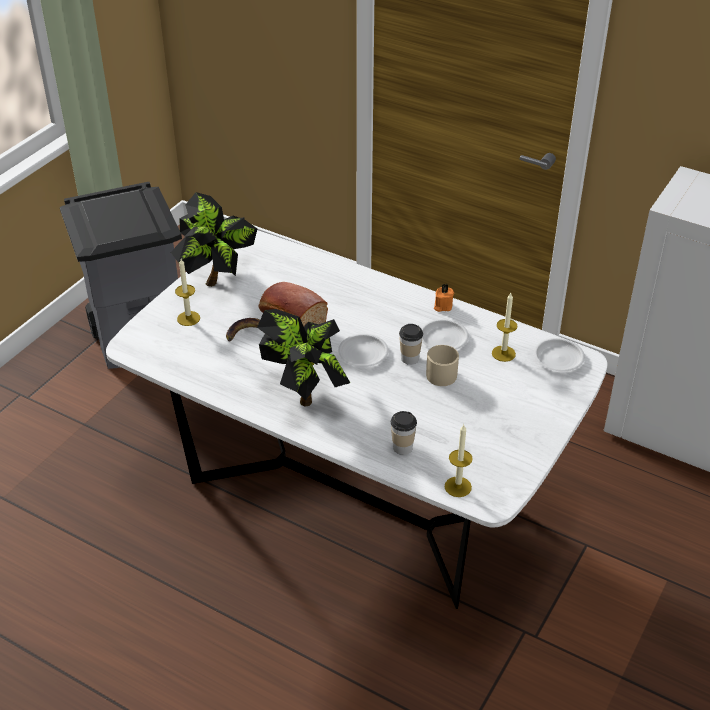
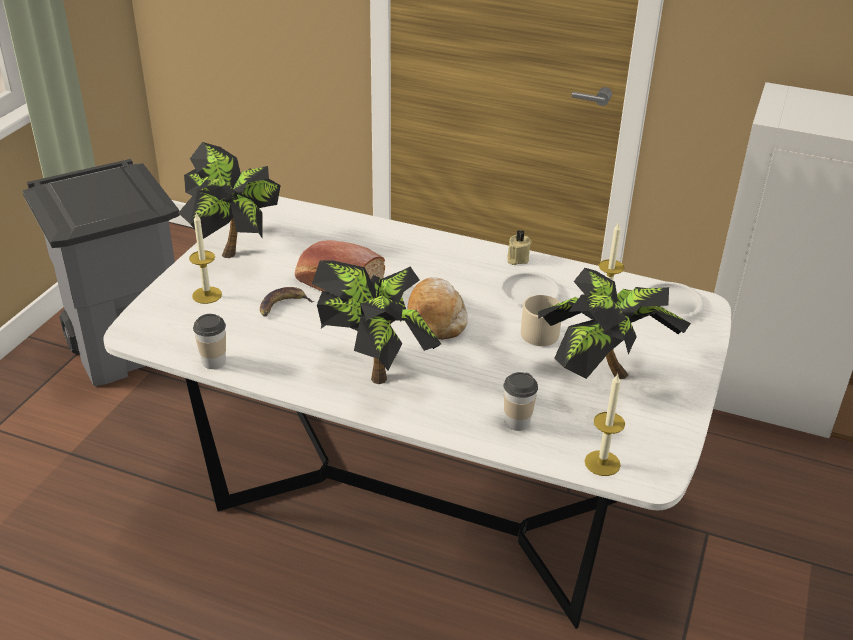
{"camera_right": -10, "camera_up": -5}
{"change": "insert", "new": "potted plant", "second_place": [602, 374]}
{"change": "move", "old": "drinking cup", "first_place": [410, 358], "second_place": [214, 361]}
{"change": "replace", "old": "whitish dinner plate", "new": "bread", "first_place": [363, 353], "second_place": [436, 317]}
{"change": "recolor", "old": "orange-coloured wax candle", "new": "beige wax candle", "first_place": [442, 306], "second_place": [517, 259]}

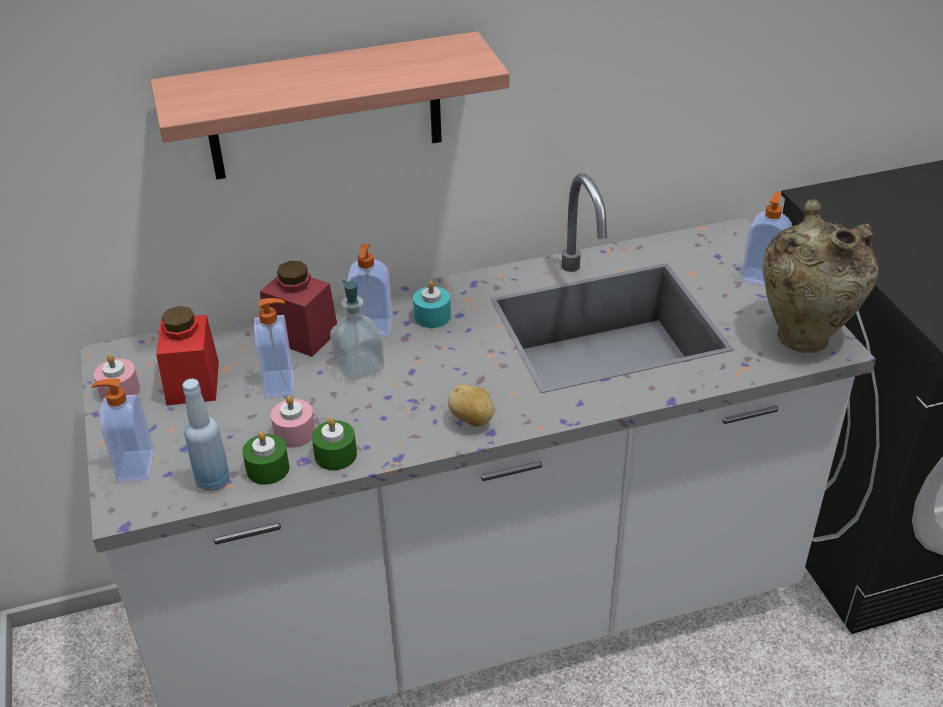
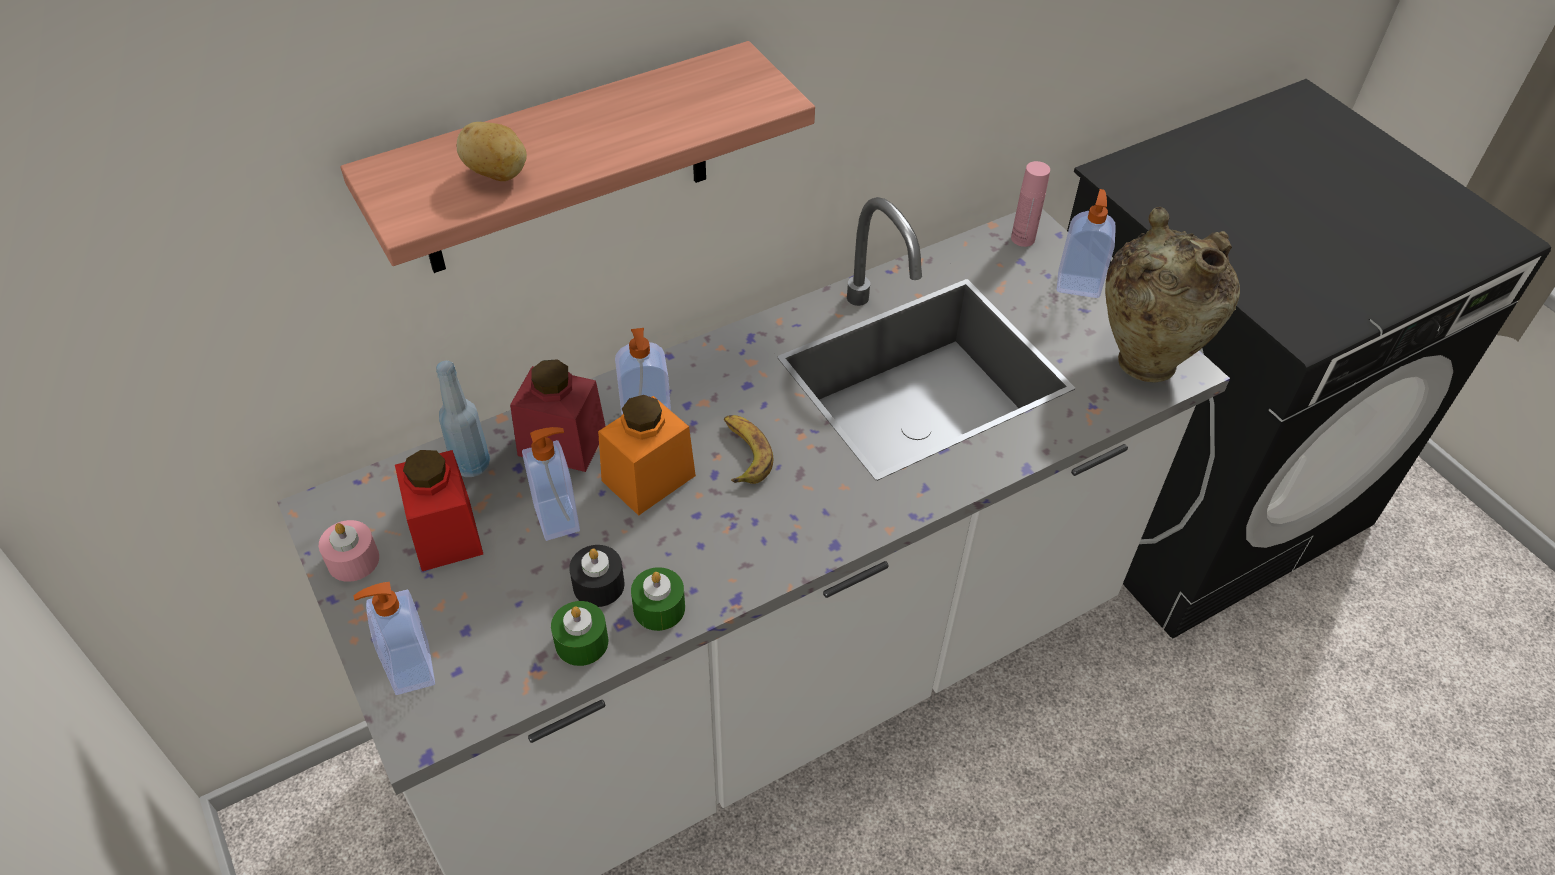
{"camera_right": -15, "camera_up": 10}
{"change": "delete", "old": "blue-green wax candle", "first_place": [432, 316]}
{"change": "insert", "new": "banana", "second_place": [743, 453]}
{"change": "insert", "new": "pinkish beverage bottle", "second_place": [1023, 238]}
{"change": "move", "old": "blue beverage bottle", "first_place": [213, 481], "second_place": [472, 465]}
{"change": "move", "old": "potato", "first_place": [472, 420], "second_place": [497, 174]}
{"change": "replace", "old": "soap bottle", "new": "orange-coloured jar", "first_place": [359, 367], "second_place": [648, 478]}
{"change": "recolor", "old": "pinkish wax candle", "new": "black wax candle", "first_place": [294, 433], "second_place": [598, 585]}

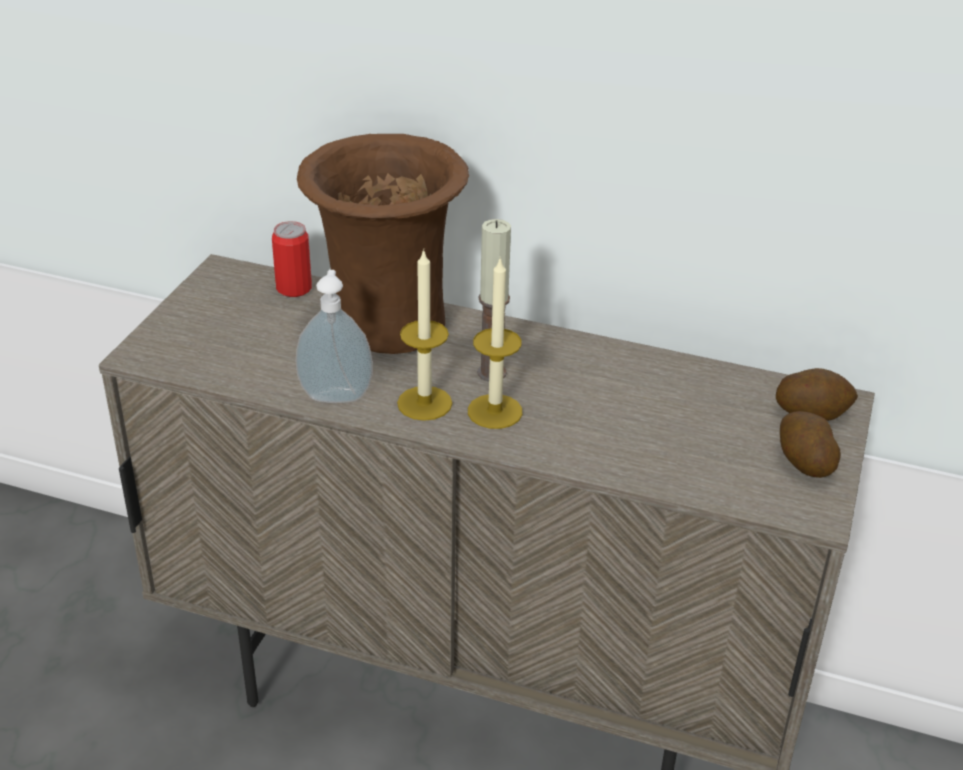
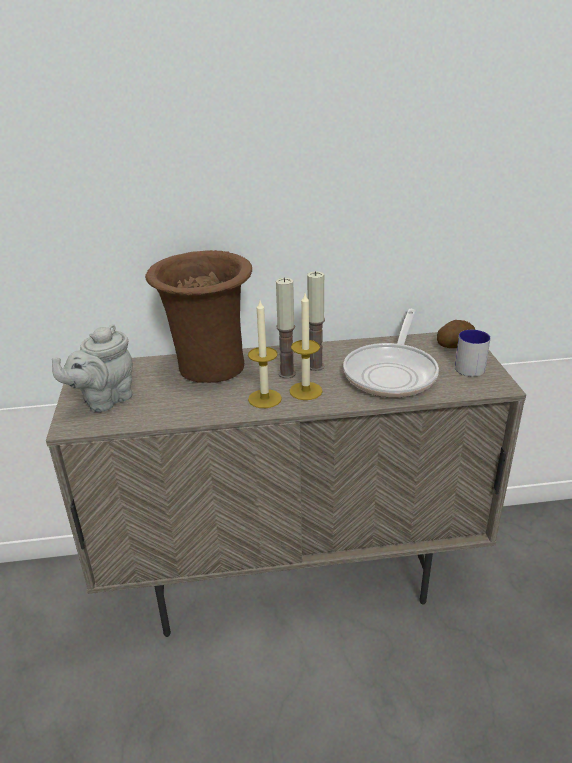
{"camera_right": -25, "camera_up": -5}
{"change": "delete", "old": "can", "first_place": [294, 288]}
{"change": "delete", "old": "soap bottle", "first_place": [336, 395]}
{"change": "insert", "new": "gray teapot", "second_place": [104, 400]}
{"change": "insert", "new": "wax candle", "second_place": [315, 366]}
{"change": "insert", "new": "frying pan", "second_place": [392, 372]}
{"change": "replace", "old": "potato", "new": "mug", "first_place": [804, 461], "second_place": [472, 366]}

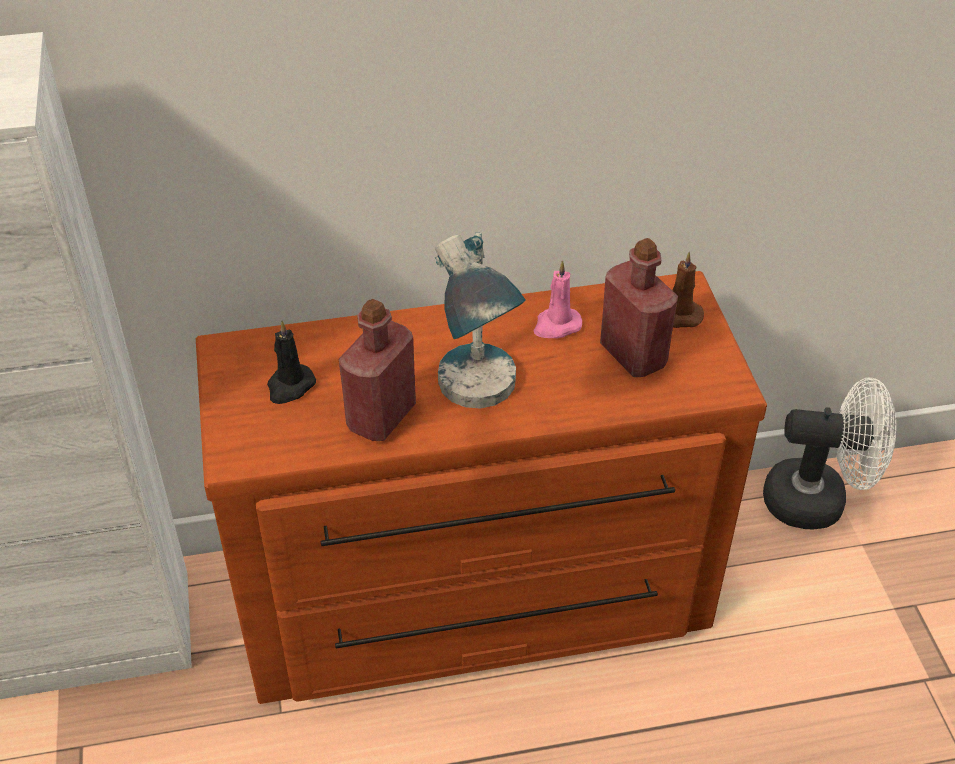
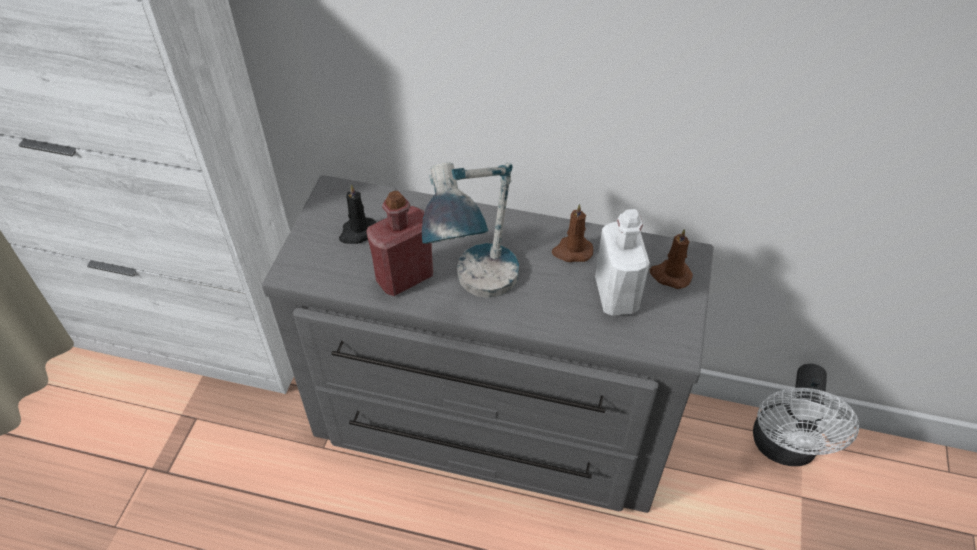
{"camera_right": 25, "camera_up": 5}
{"change": "recolor", "old": "brown chest of drawers", "new": "gray chest of drawers", "first_place": [477, 603], "second_place": [489, 425]}
{"change": "recolor", "old": "pinkish wax candle", "new": "brown wax candle", "first_place": [556, 325], "second_place": [572, 251]}
{"change": "recolor", "old": "red beverage bottle", "new": "whitish beverage bottle", "first_place": [633, 355], "second_place": [616, 295]}
{"change": "rotate", "old": "whitish cooling fan", "first_place": [818, 500], "second_place": [784, 448], "degrees": 75}

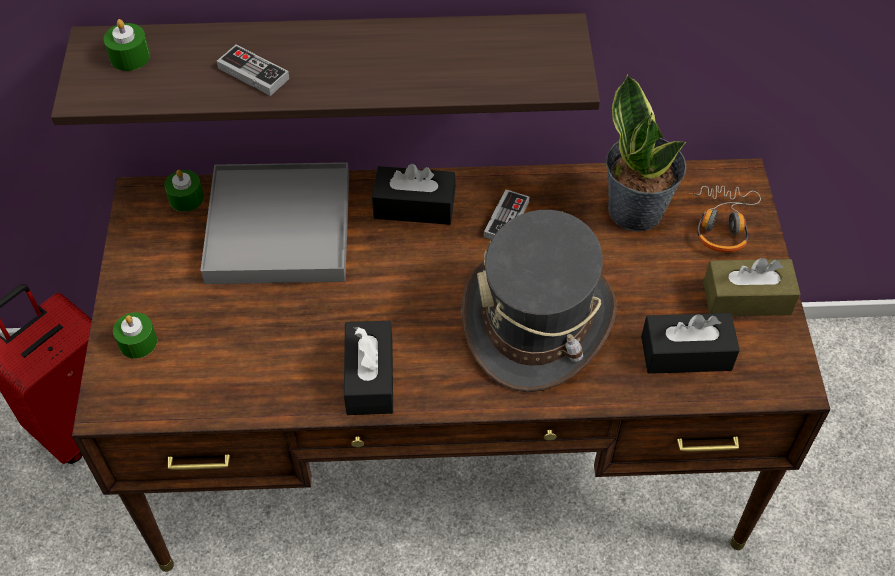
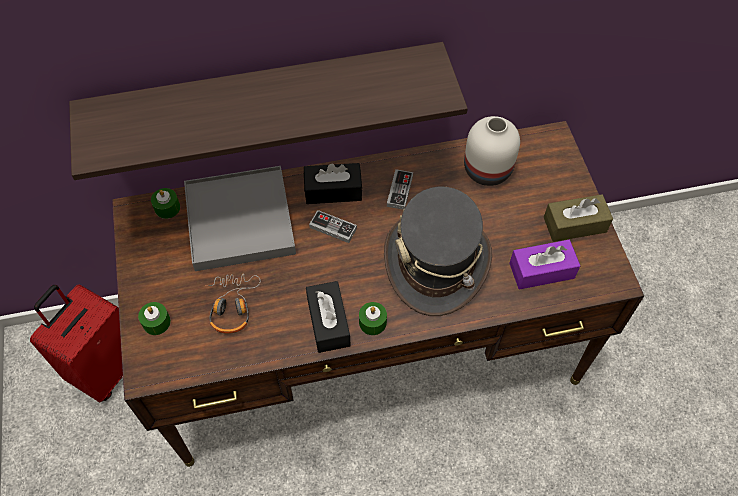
{"camera_right": -10, "camera_up": 5}
{"change": "move", "old": "greenish wax candle", "first_place": [130, 57], "second_place": [372, 322]}
{"change": "move", "old": "joypad", "first_place": [253, 73], "second_place": [333, 228]}
{"change": "move", "old": "headset", "first_place": [721, 224], "second_place": [232, 306]}
{"change": "replace", "old": "potted plant", "new": "whitish vase", "first_place": [636, 209], "second_place": [488, 171]}
{"change": "recolor", "old": "black tissue box", "new": "purple-coloured tissue box", "first_place": [686, 353], "second_place": [541, 270]}

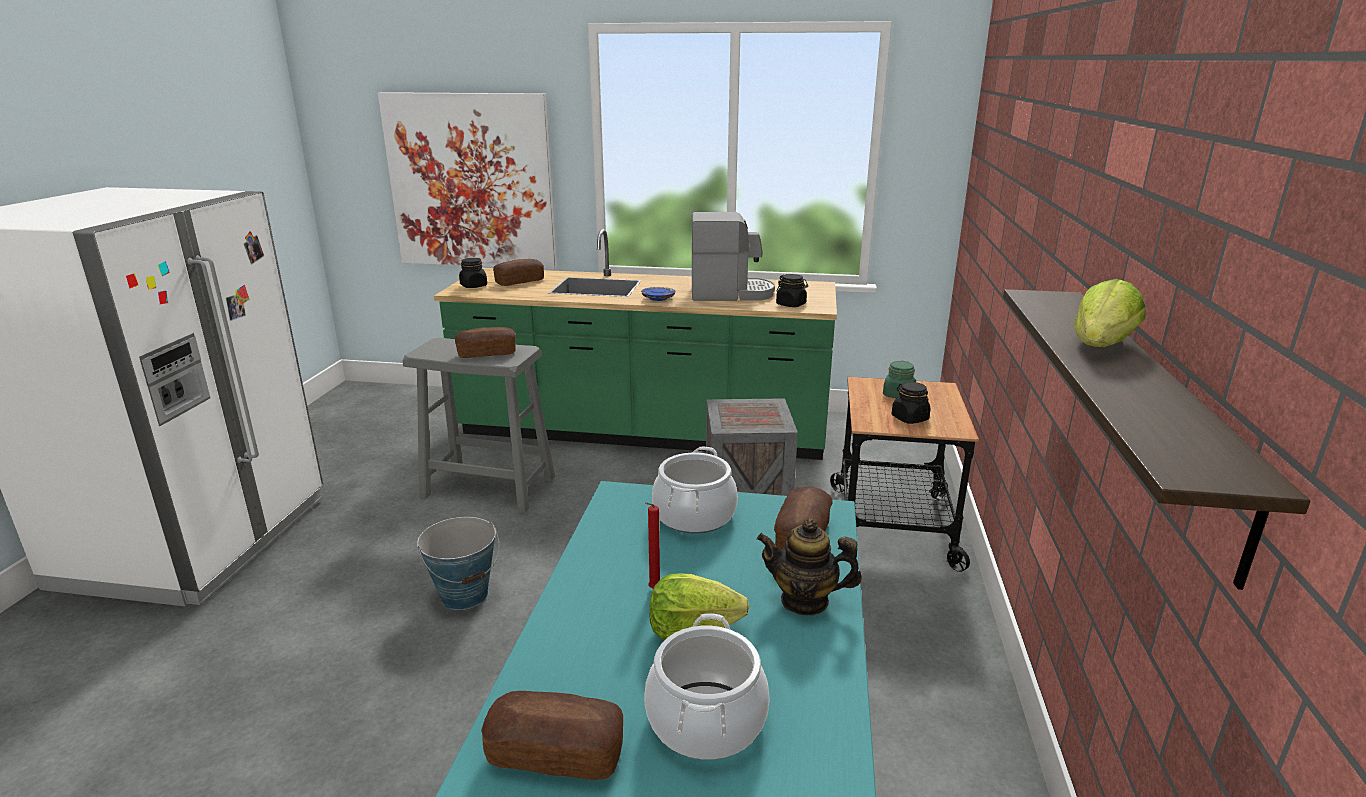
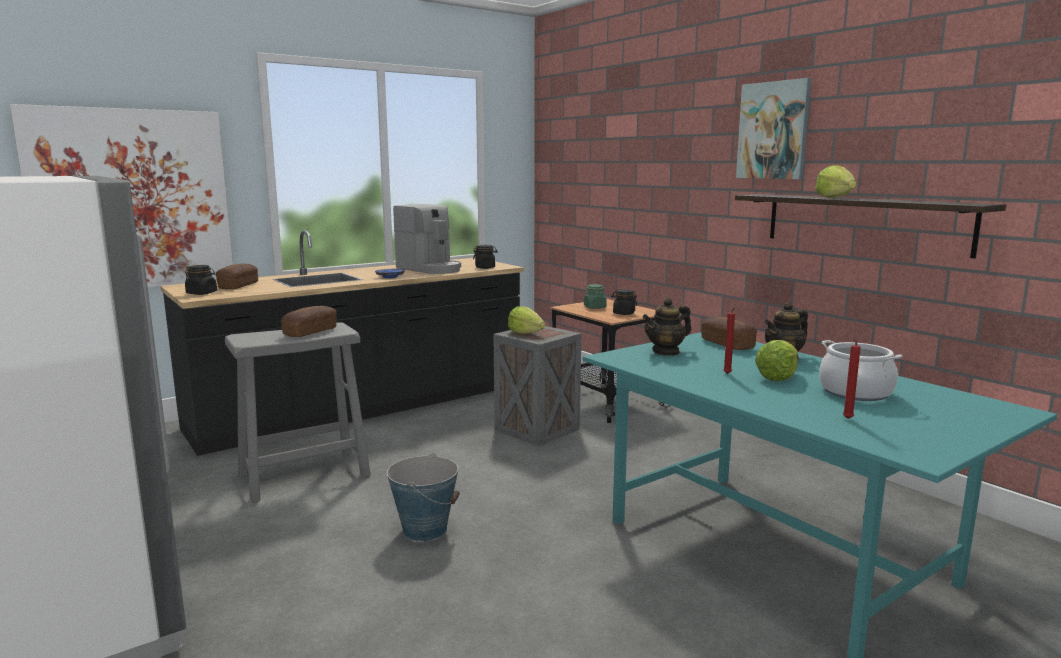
{"camera_right": -45, "camera_up": -10}
{"change": "insert", "new": "head of lettuce", "second_place": [525, 333]}
{"change": "insert", "new": "wall picture", "second_place": [773, 130]}
{"change": "replace", "old": "bread", "new": "red wax candle", "first_place": [556, 754], "second_place": [846, 419]}
{"change": "replace", "old": "saucepot", "new": "teapot", "first_place": [695, 515], "second_place": [666, 352]}
{"change": "recolor", "old": "greenish kitchen counter", "new": "black kitchen counter", "first_place": [643, 432], "second_place": [364, 408]}
{"change": "rotate", "old": "coffee brewer", "first_place": [730, 293], "second_place": [430, 269], "degrees": 90}

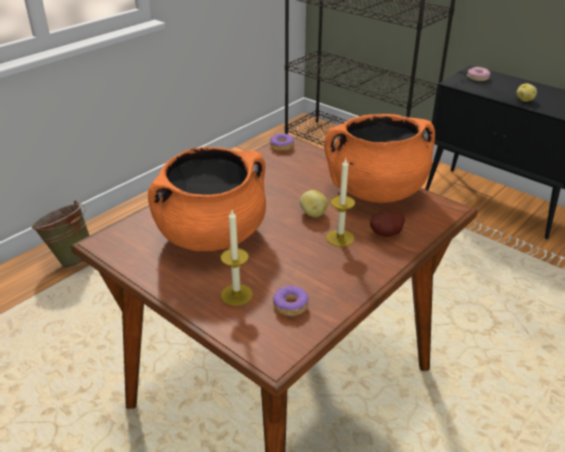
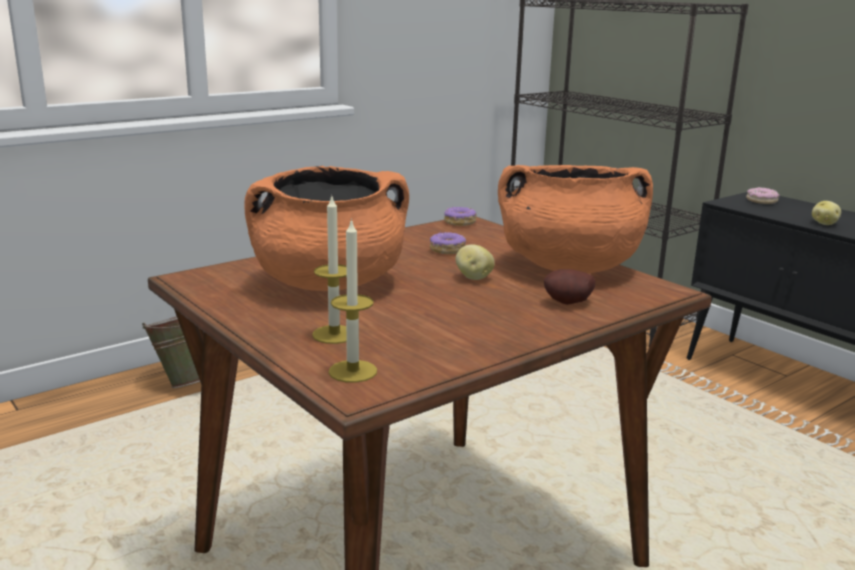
{"camera_right": 10, "camera_up": -15}
{"change": "move", "old": "donut", "first_place": [290, 306], "second_place": [447, 250]}
{"change": "move", "old": "wax candle", "first_place": [340, 238], "second_place": [353, 371]}

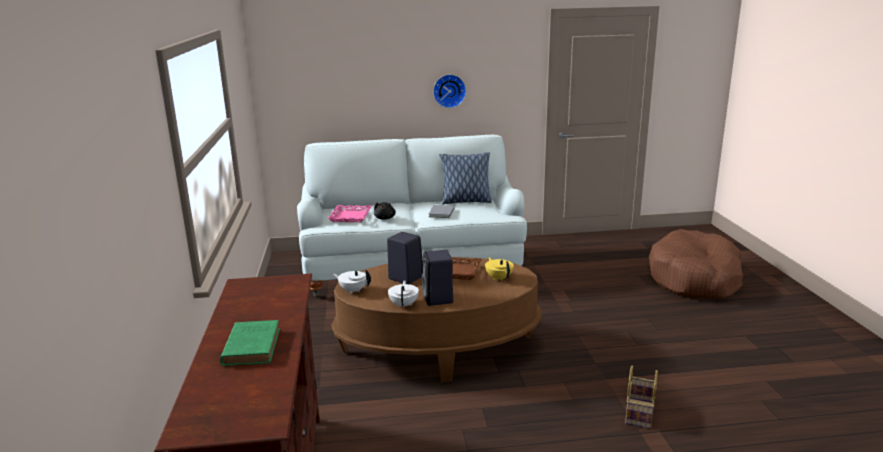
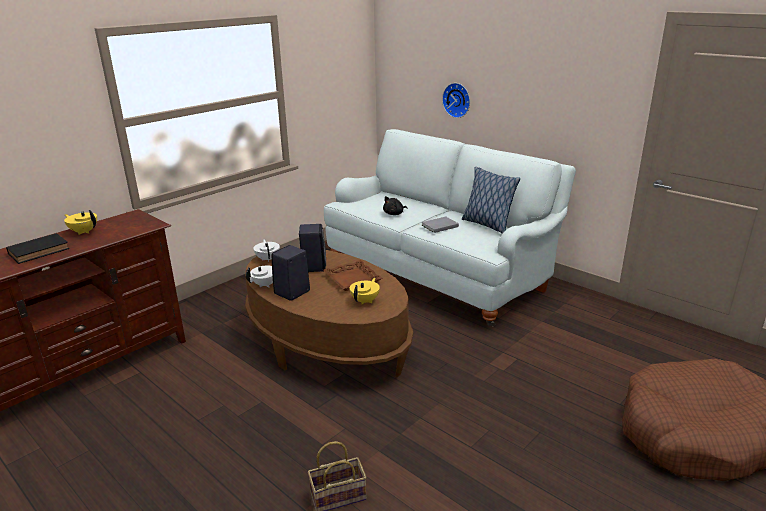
{"camera_right": 50, "camera_up": 5}
{"change": "delete", "old": "pinkish carrying tray", "first_place": [350, 216]}
{"change": "insert", "new": "yellowish teapot", "second_place": [84, 232]}
{"change": "move", "old": "clock on the wall", "first_place": [449, 90], "second_place": [457, 100]}
{"change": "recolor", "old": "greenish volume", "new": "black volume", "first_place": [252, 345], "second_place": [40, 251]}

